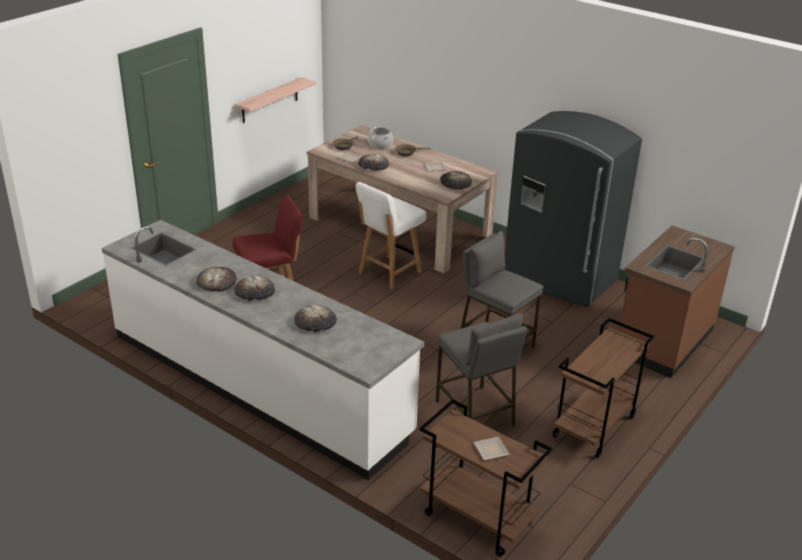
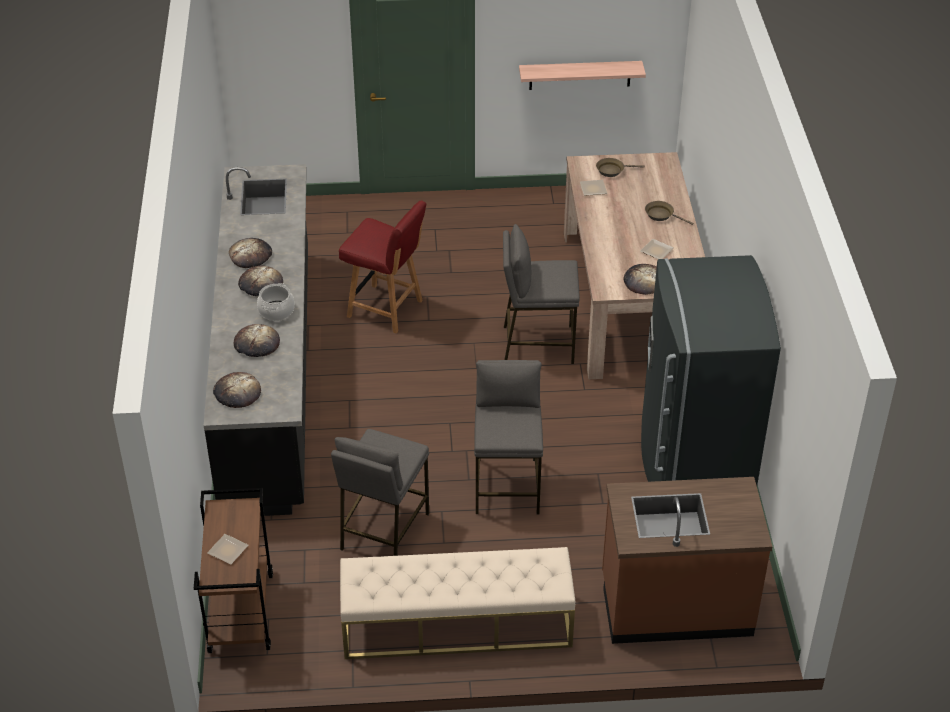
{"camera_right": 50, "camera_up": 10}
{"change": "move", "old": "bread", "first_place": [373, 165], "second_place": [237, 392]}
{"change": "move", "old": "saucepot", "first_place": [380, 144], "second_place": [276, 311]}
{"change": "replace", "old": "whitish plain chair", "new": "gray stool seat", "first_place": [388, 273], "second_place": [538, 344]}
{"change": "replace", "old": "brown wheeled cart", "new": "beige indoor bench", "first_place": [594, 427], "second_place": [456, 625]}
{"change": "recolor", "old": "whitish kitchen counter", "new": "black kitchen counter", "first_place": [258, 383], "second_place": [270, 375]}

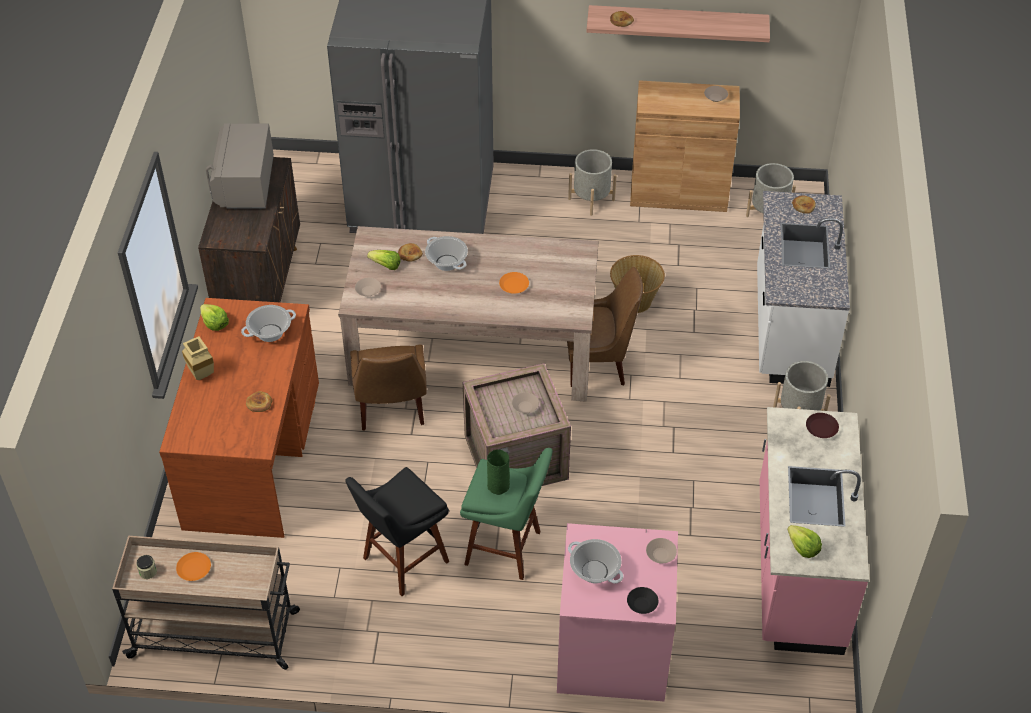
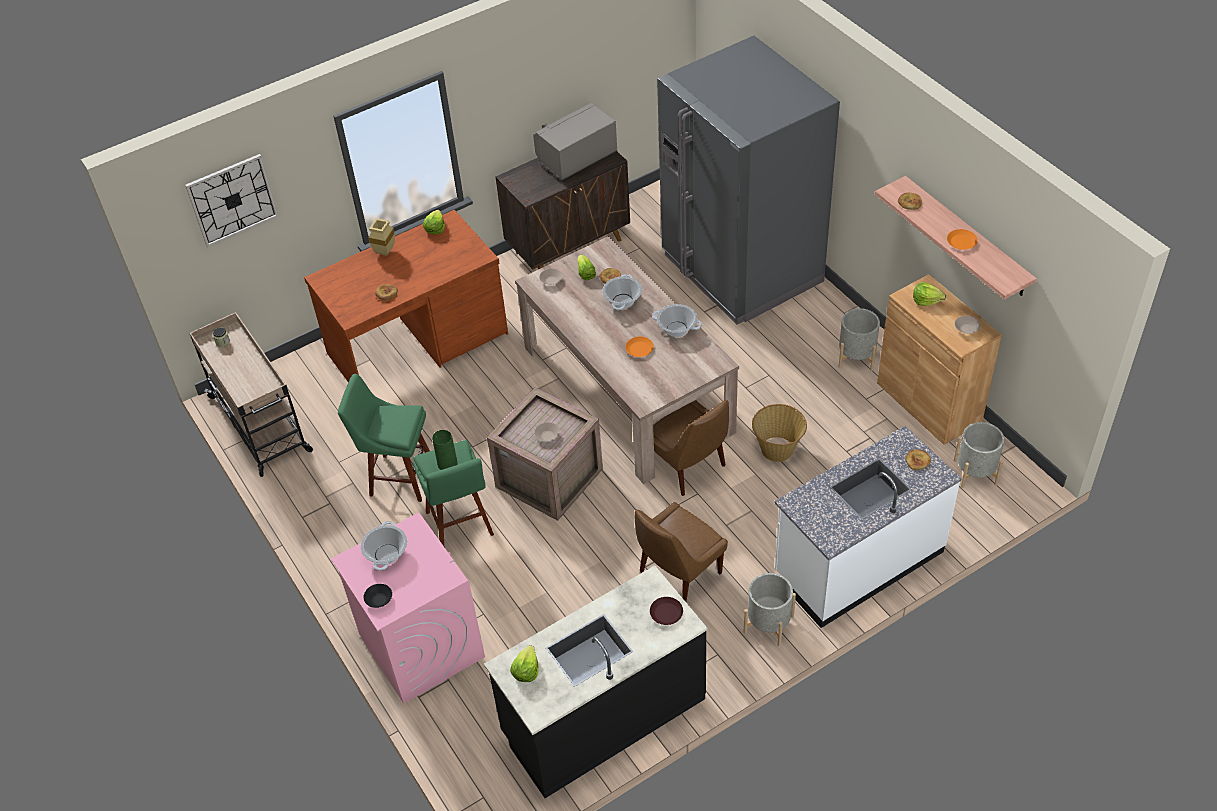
{"camera_right": 55, "camera_up": 0}
{"change": "delete", "old": "beige serving bowl", "first_place": [660, 555]}
{"change": "insert", "new": "clock on the wall", "second_place": [232, 200]}
{"change": "insert", "new": "head of lettuce", "second_place": [926, 300]}
{"change": "move", "old": "orange-coloured dinner plate", "first_place": [194, 569], "second_place": [961, 242]}
{"change": "move", "old": "saucepot", "first_place": [270, 333], "second_place": [677, 329]}
{"change": "move", "old": "brown plain chair", "first_place": [391, 409], "second_place": [678, 574]}
{"change": "recolor", "old": "black stool seat", "new": "greenish stool seat", "first_place": [402, 562], "second_place": [398, 477]}
{"change": "recolor", "old": "pinkish kitchen counter", "new": "black kitchen counter", "first_place": [796, 568], "second_place": [603, 716]}

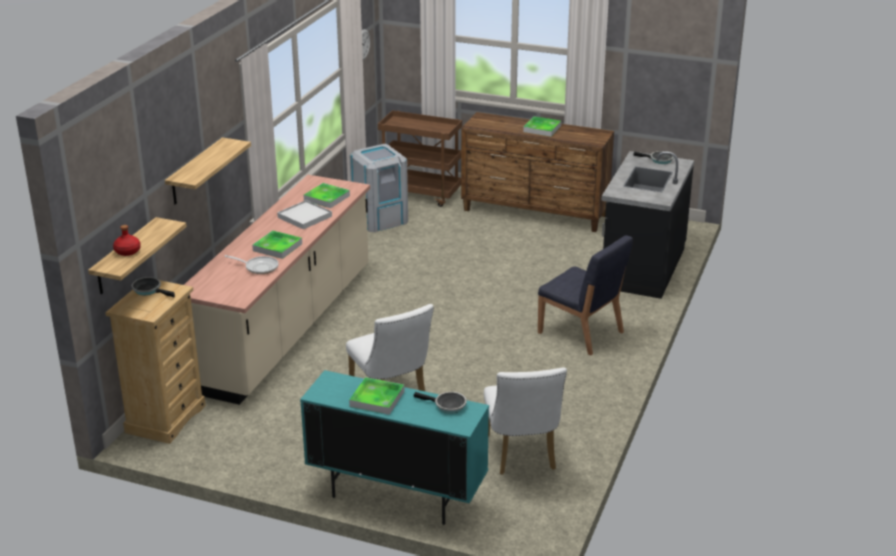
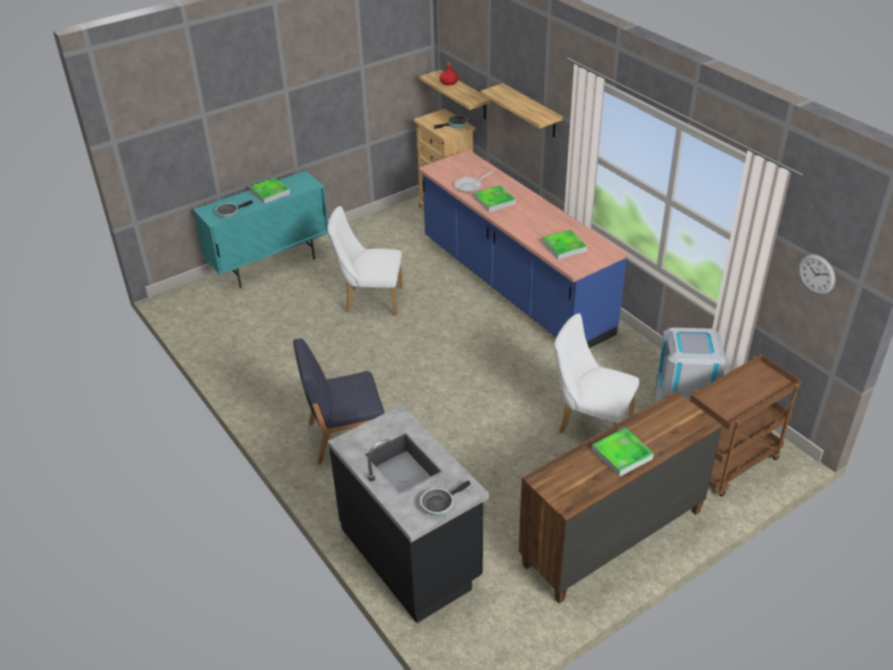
{"camera_right": 125, "camera_up": 10}
{"change": "delete", "old": "whitish carrying tray", "first_place": [304, 217]}
{"change": "move", "old": "whitish plain chair", "first_place": [522, 456], "second_place": [589, 424]}
{"change": "recolor", "old": "beige kitchen counter", "new": "blue kitchen counter", "first_place": [286, 328], "second_place": [513, 286]}

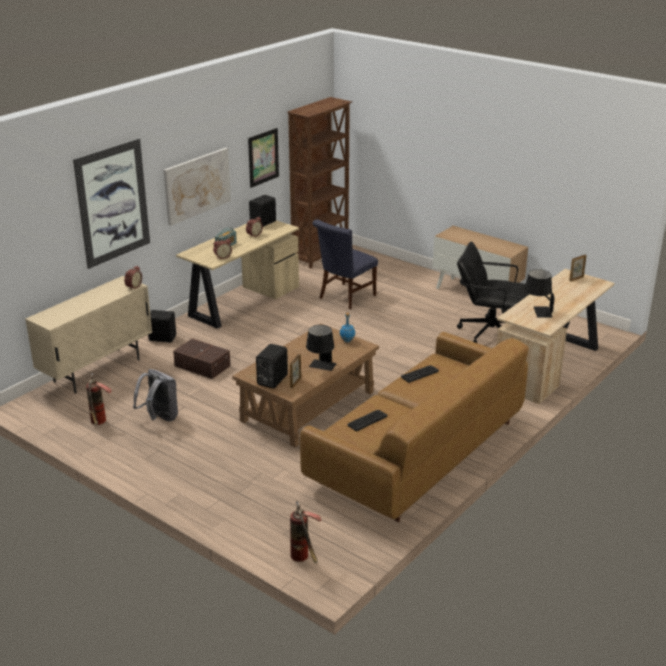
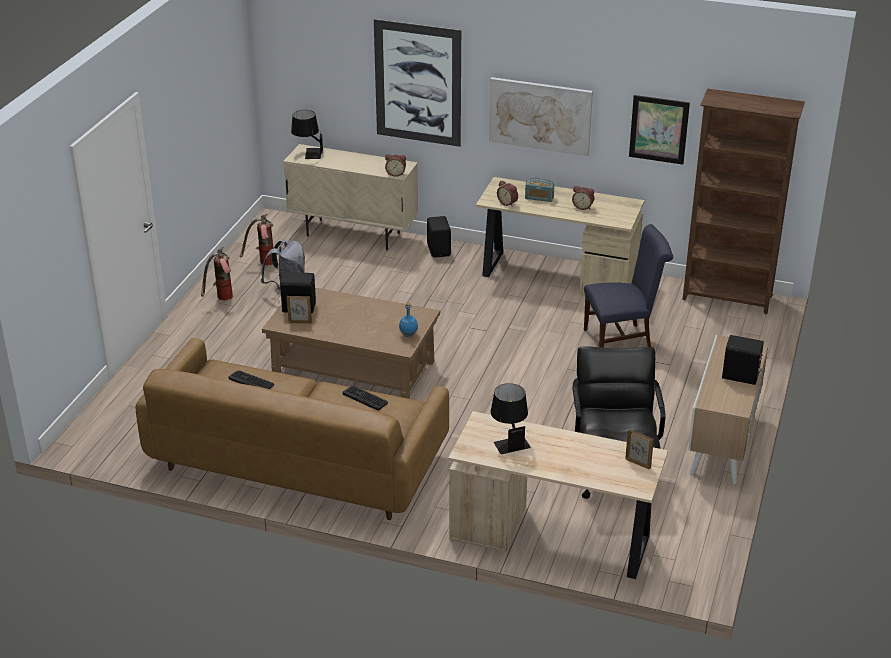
{"camera_right": 70, "camera_up": 5}
{"change": "delete", "old": "brown storage bin", "first_place": [202, 365]}
{"change": "move", "old": "black audio speaker", "first_place": [263, 223], "second_place": [741, 377]}
{"change": "move", "old": "fire extinguisher", "first_place": [304, 559], "second_place": [221, 299]}
{"change": "move", "old": "black tabletop lamp", "first_place": [321, 367], "second_place": [308, 153]}
{"change": "rotate", "old": "blue plain chair", "first_place": [345, 297], "second_place": [622, 341], "degrees": 150}

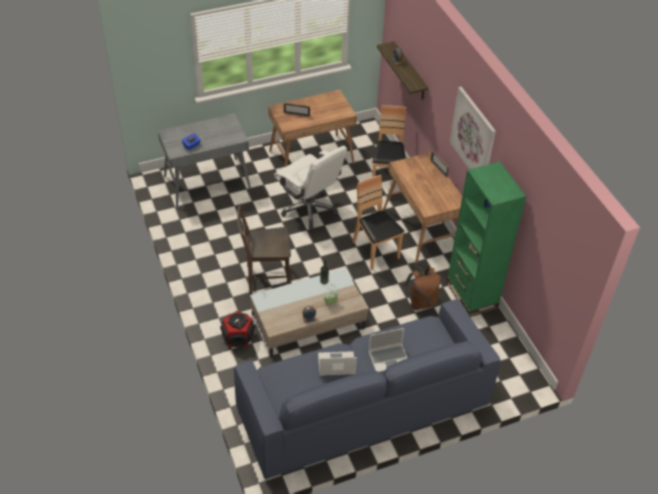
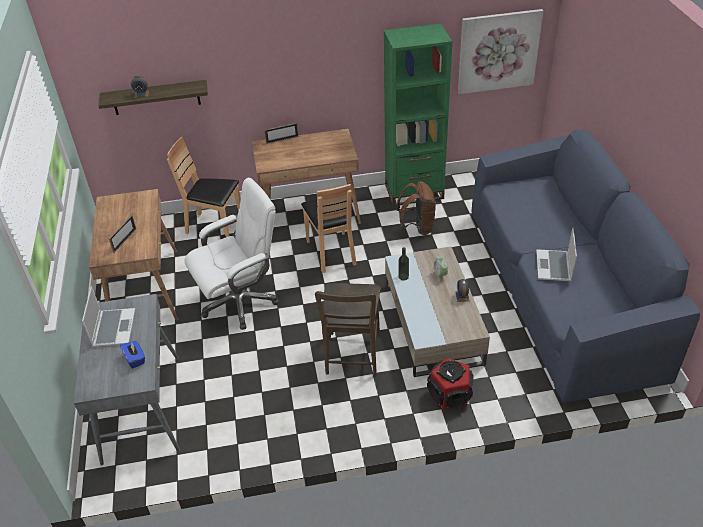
{"camera_right": -75, "camera_up": -5}
{"change": "move", "old": "notebook computer", "first_place": [389, 358], "second_place": [113, 328]}
{"change": "move", "old": "wall picture", "first_place": [473, 136], "second_place": [498, 51]}
{"change": "rotate", "old": "brown plain chair", "first_place": [375, 251], "second_place": [332, 252], "degrees": -90}

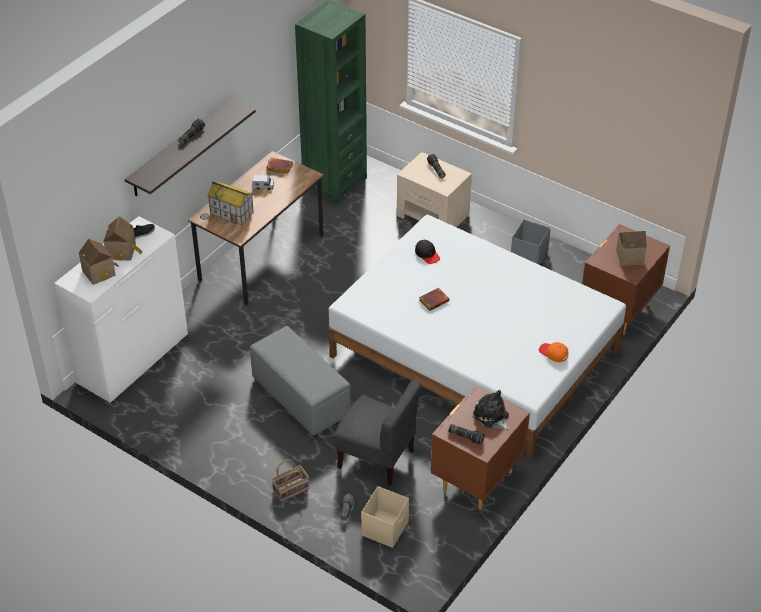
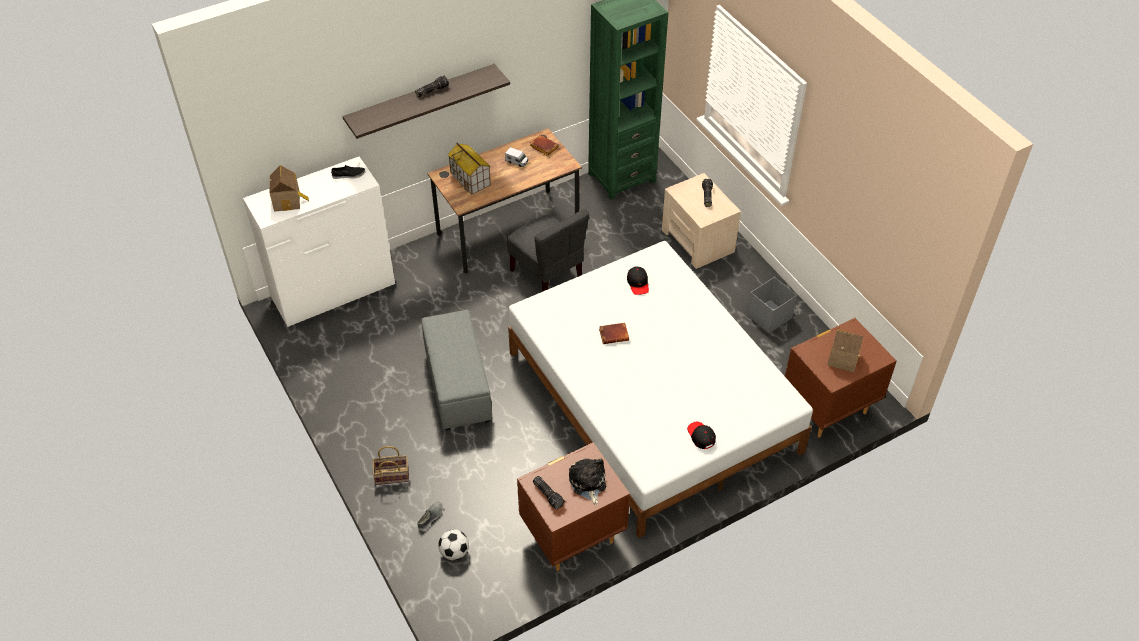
{"camera_right": 25, "camera_up": 5}
{"change": "delete", "old": "model house", "first_place": [123, 251]}
{"change": "move", "old": "gray plain chair", "first_place": [377, 458], "second_place": [547, 274]}
{"change": "replace", "old": "beige storage bin", "new": "ball for football", "first_place": [385, 528], "second_place": [454, 552]}
{"change": "recolor", "old": "orange-coloured baseball cap", "new": "black baseball cap", "first_place": [553, 353], "second_place": [701, 436]}

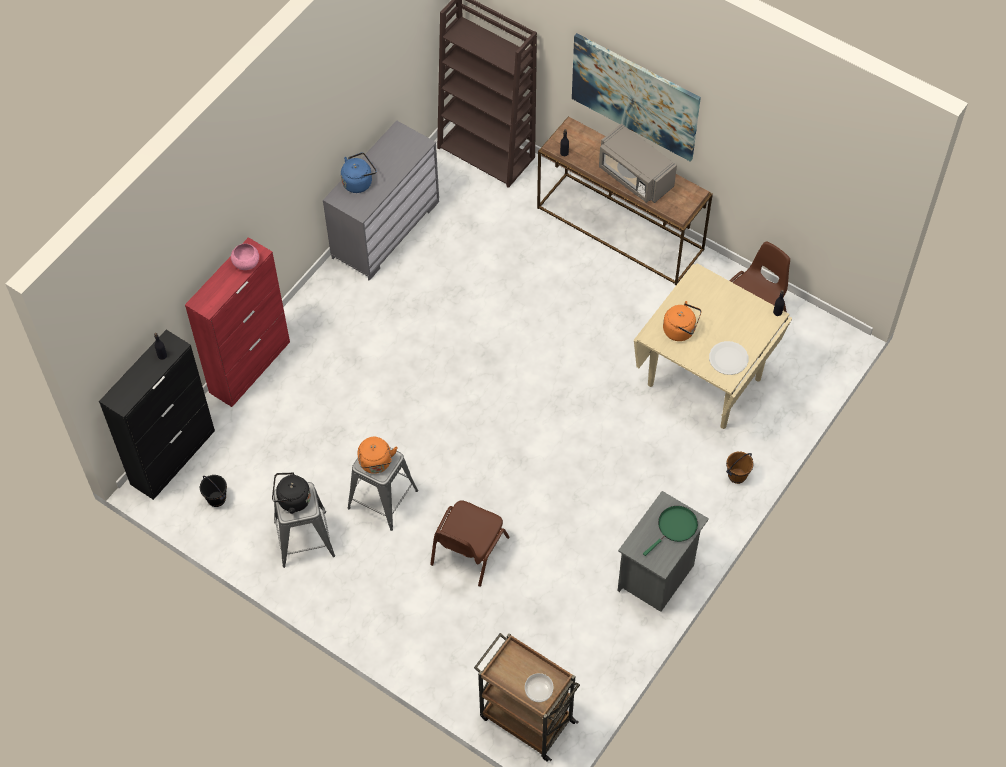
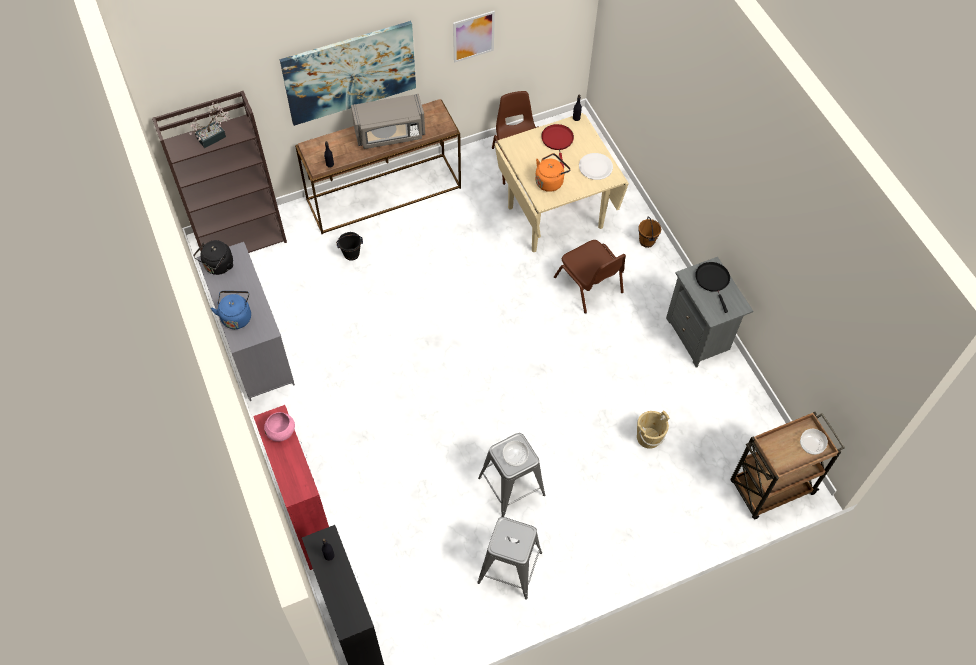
{"camera_right": -60, "camera_up": 0}
{"change": "insert", "new": "potted plant", "second_place": [214, 136]}
{"change": "insert", "new": "wall picture", "second_place": [473, 36]}
{"change": "insert", "new": "red frying pan", "second_place": [557, 141]}
{"change": "insert", "new": "beige water bucket", "second_place": [648, 437]}
{"change": "move", "old": "black water bucket", "first_place": [216, 499], "second_place": [351, 254]}
{"change": "move", "old": "black water kettle", "first_place": [292, 500], "second_place": [218, 266]}
{"change": "move", "old": "brown plain chair", "first_place": [468, 551], "second_place": [589, 285]}
{"change": "replace", "old": "orange-coloured water kettle", "new": "serving bowl", "first_place": [376, 463], "second_place": [515, 457]}
{"change": "recolor", "old": "greenish frying pan", "new": "black frying pan", "first_place": [675, 527], "second_place": [713, 280]}

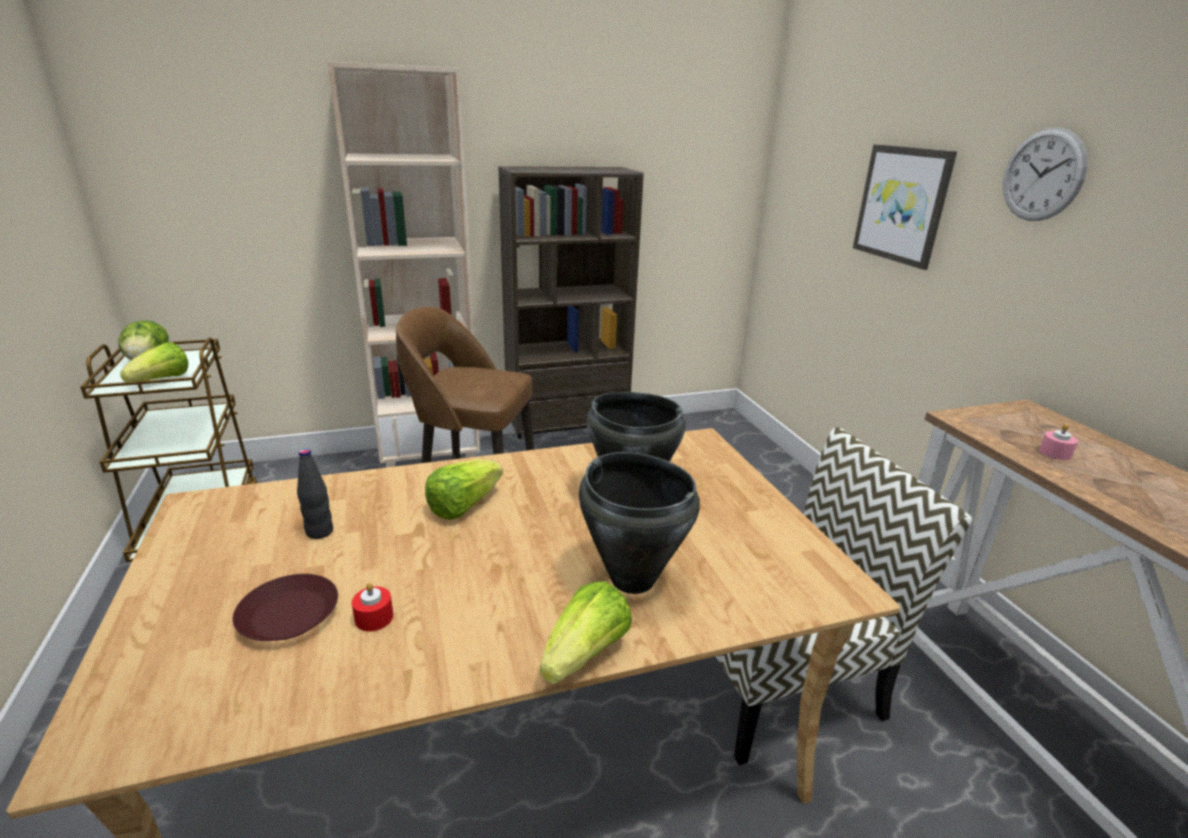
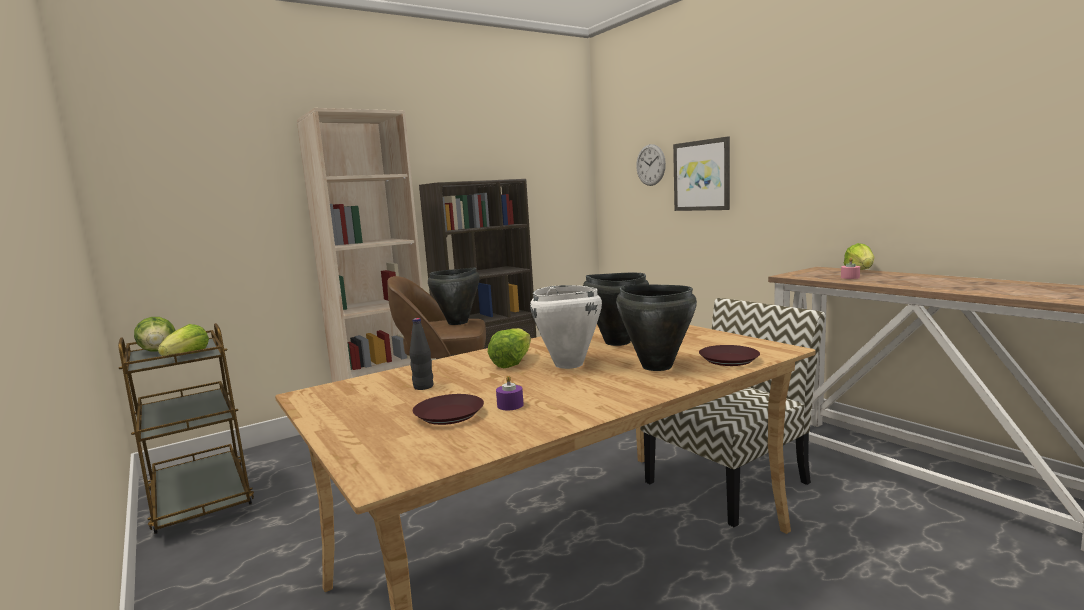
{"camera_right": -15, "camera_up": -15}
{"change": "insert", "new": "black saucepot", "second_place": [458, 323]}
{"change": "insert", "new": "whitish saucepot", "second_place": [568, 364]}
{"change": "insert", "new": "brown dinner plate", "second_place": [729, 360]}
{"change": "move", "old": "head of lettuce", "first_place": [586, 654], "second_place": [860, 272]}
{"change": "move", "old": "clock on the wall", "first_place": [1043, 175], "second_place": [650, 165]}
{"change": "recolor", "old": "red wax candle", "new": "purple-coloured wax candle", "first_place": [374, 618], "second_place": [510, 405]}

